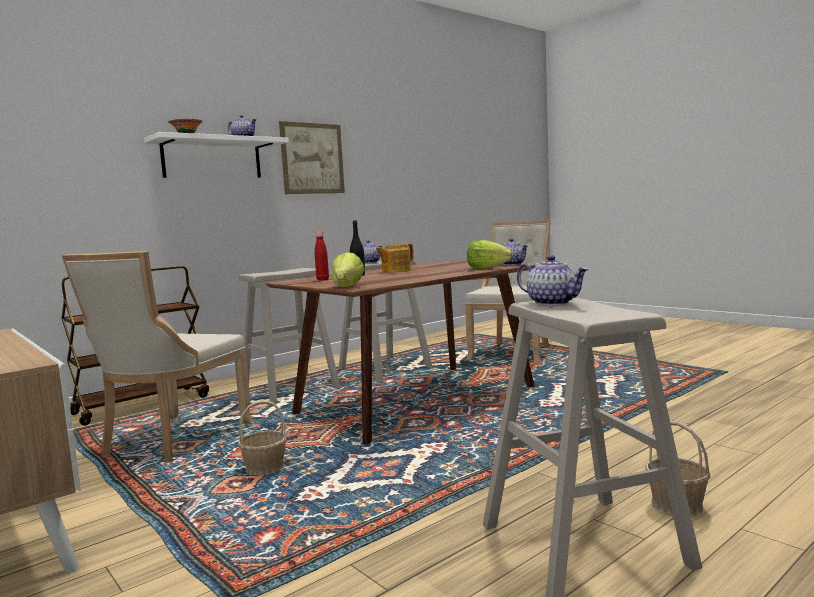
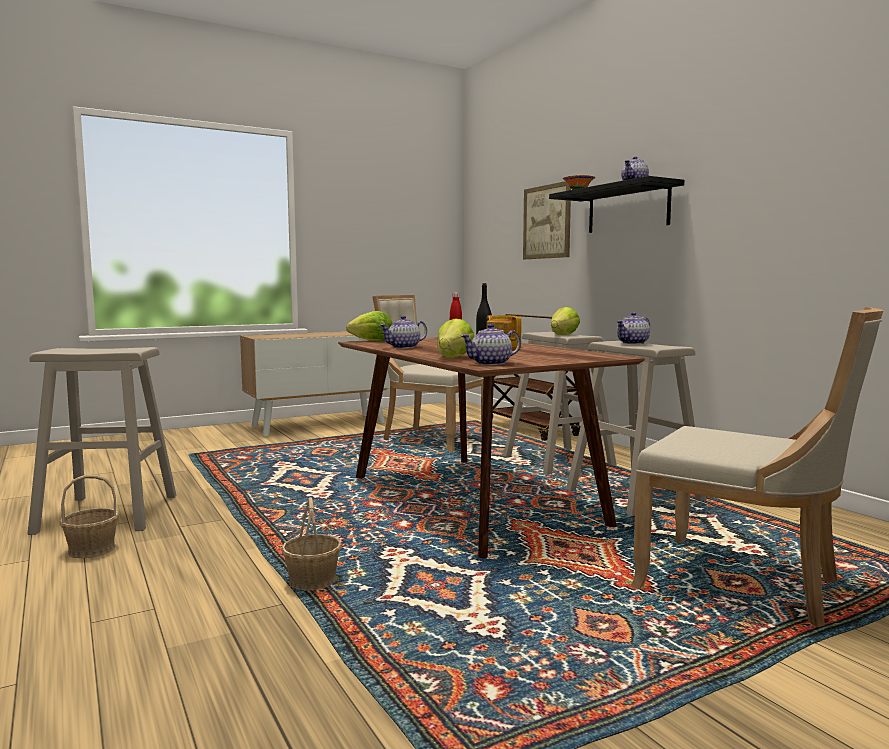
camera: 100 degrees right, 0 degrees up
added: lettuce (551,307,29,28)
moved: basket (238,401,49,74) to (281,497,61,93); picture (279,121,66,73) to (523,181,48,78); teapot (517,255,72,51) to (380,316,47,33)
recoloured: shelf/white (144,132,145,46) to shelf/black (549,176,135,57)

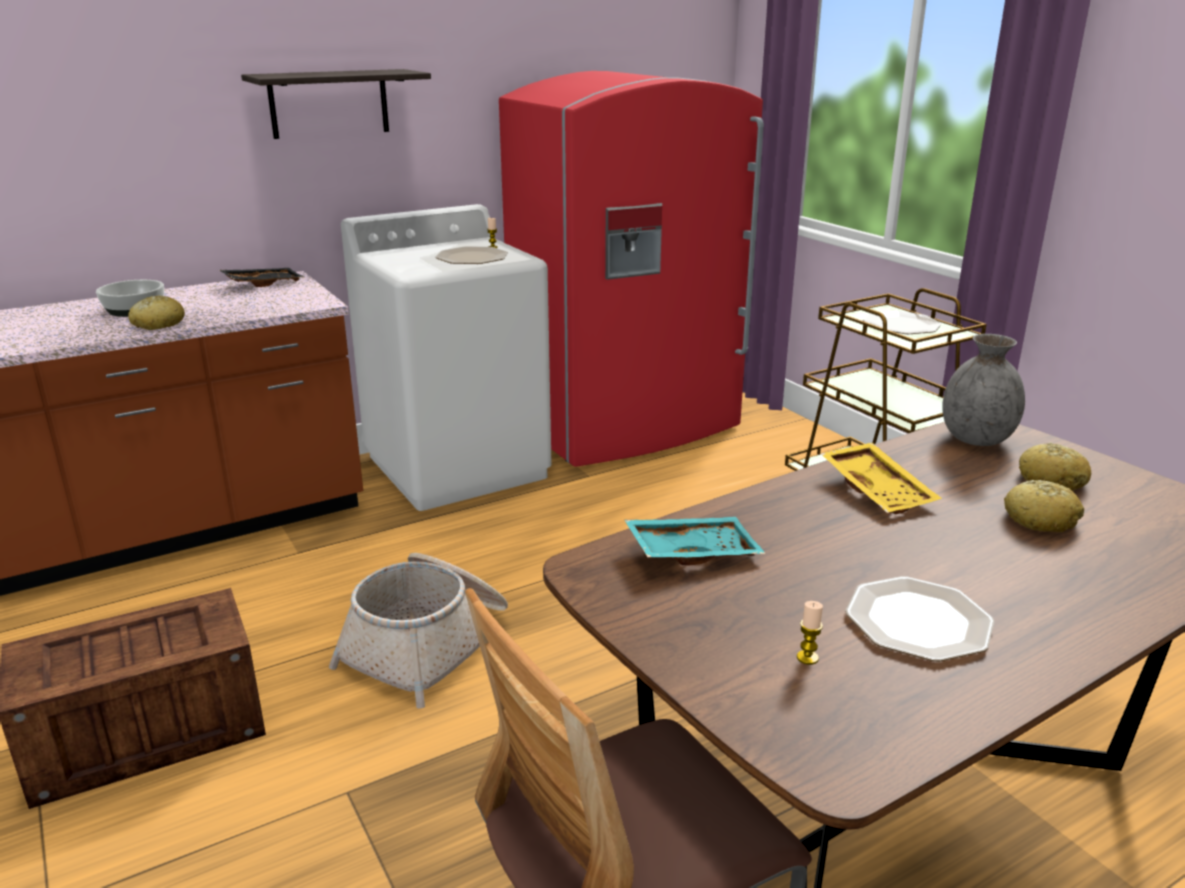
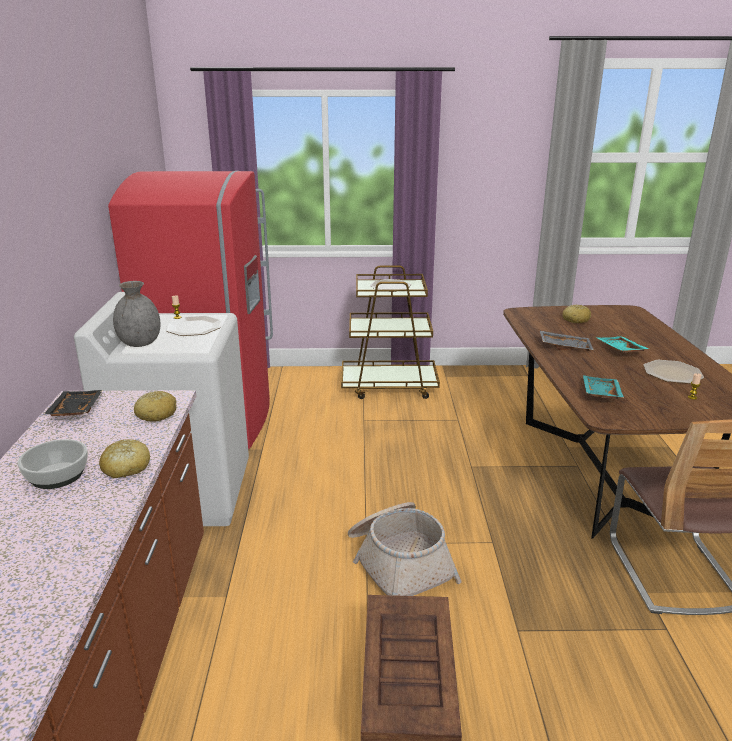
camera: 60 degrees left, 0 degrees up
removed: shelf (241,69,190,70)
added: tray/turquoise (596,336,53,16)
moved: vase/grey (942,334,83,112) to (113,281,47,66); bread (1004,480,80,52) to (134,391,42,31)
recoloured: tray/yellow (821,443,121,71) to tray/grey (540,331,54,20)

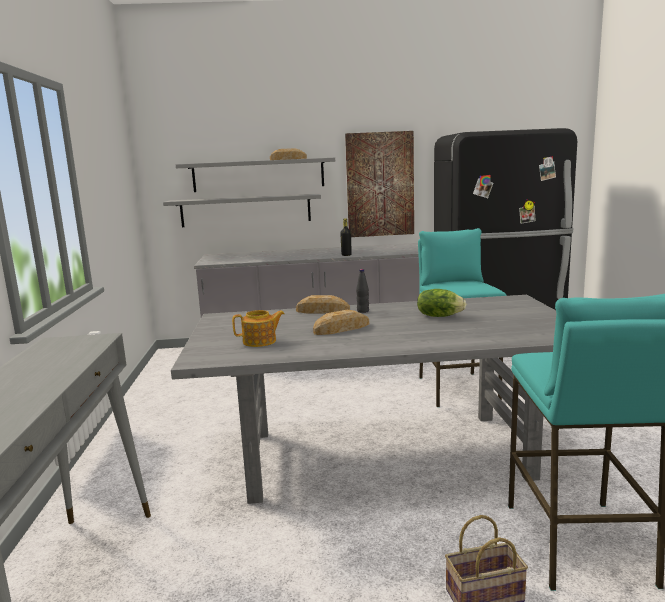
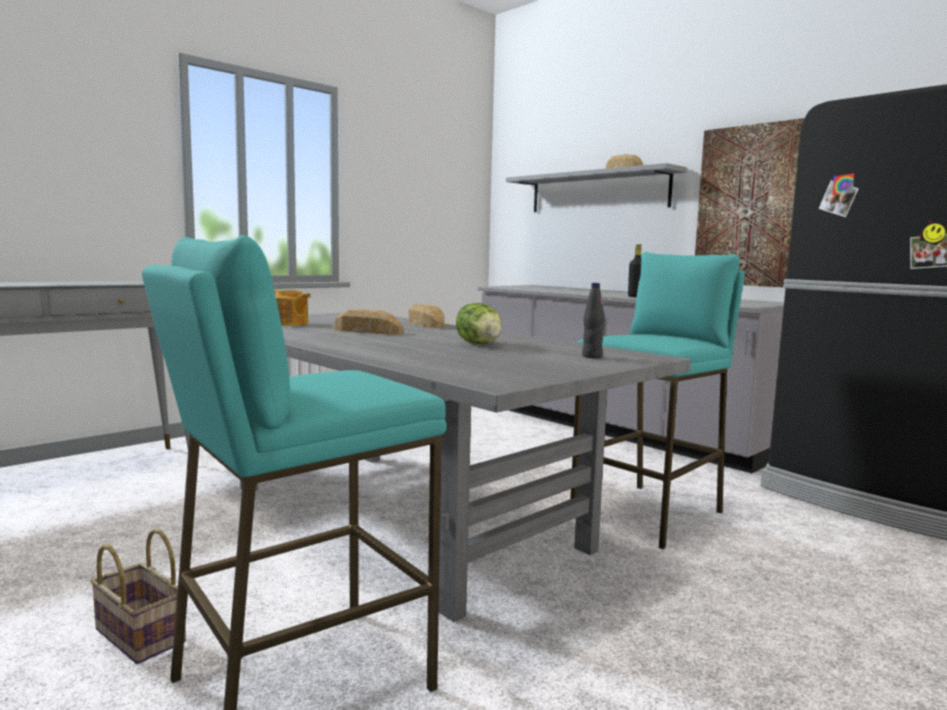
camera: 50 degrees right, 5 degrees down
removed: shelf/grey (163,193,158,34)
moved: bottle/black (356,269,13,44) to (582,283,23,75)

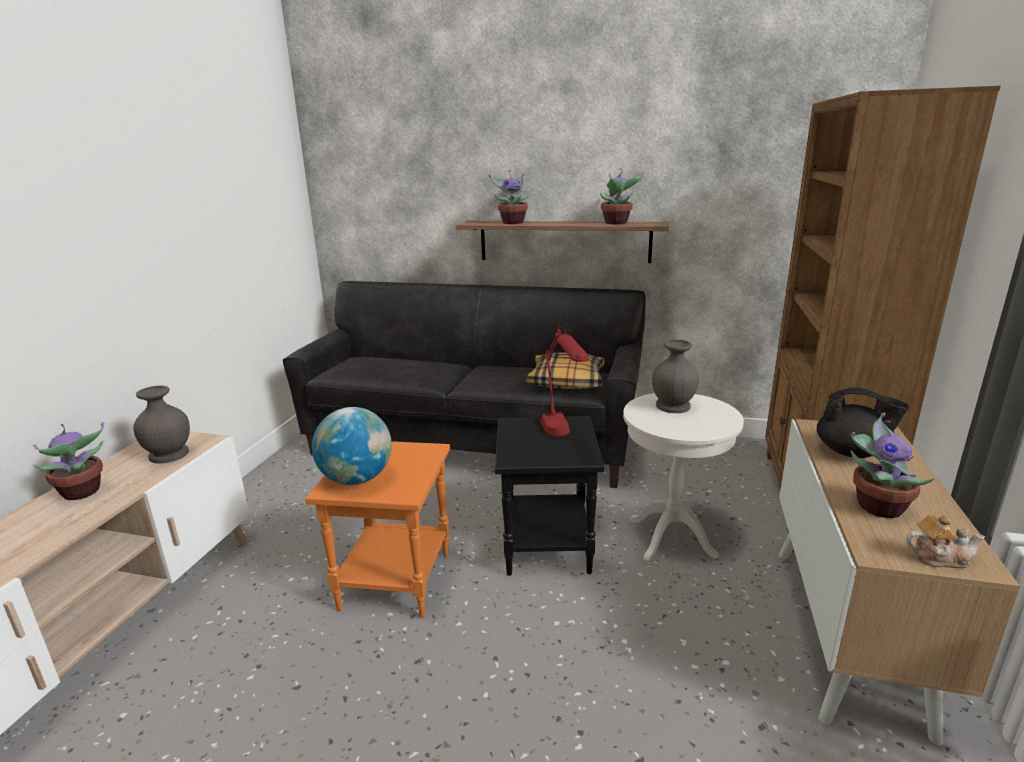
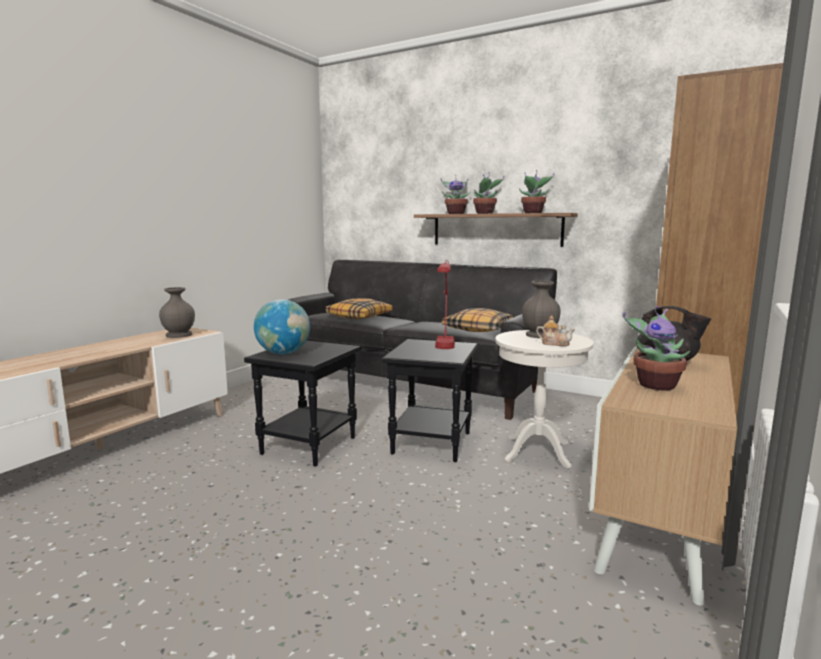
camera: 15 degrees right, 10 degrees down
added: pillow (325,298,68,21)
moved: potted plant (33,422,71,78) to (473,172,31,42); teapot (906,514,79,54) to (536,315,39,31)
recoloured: side table/orange (305,441,145,177) to side table/black (244,341,117,125)

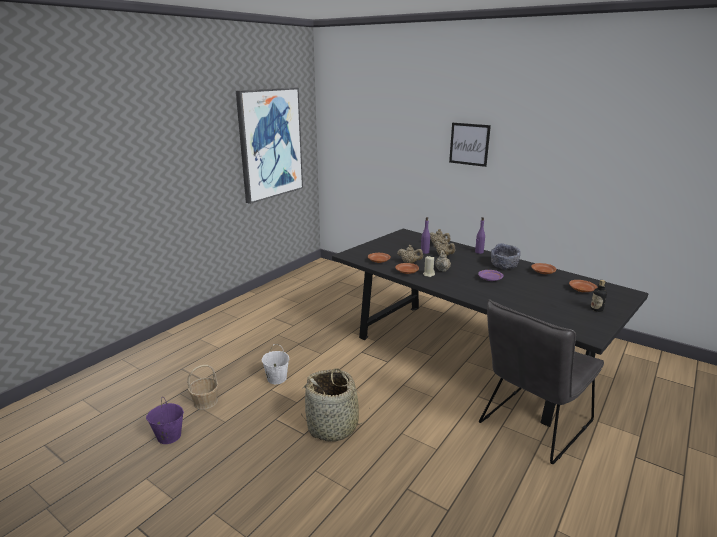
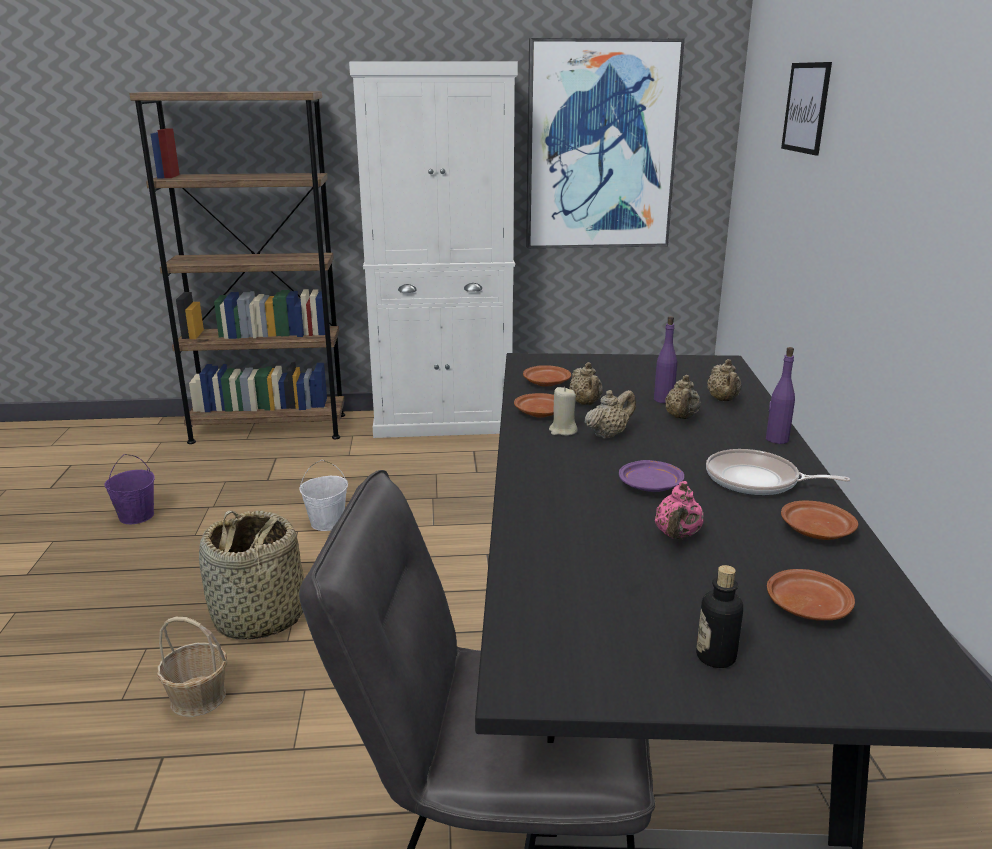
camera: 50 degrees right, 0 degrees up
added: bookcase/brown (129,91,216,353); cabinet/white (349,61,169,377); teapot/pink (655,481,49,59)
moved: basket (187,365,32,45) to (157,617,70,100); picture (449,123,42,44) to (781,62,51,94)
replaced: bowl/grey (491,243,30,27) to frying pan (706,449,145,47)

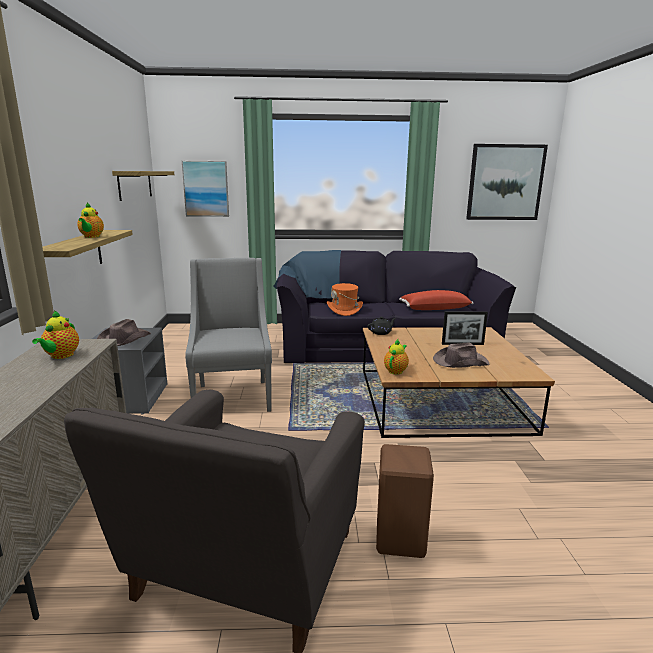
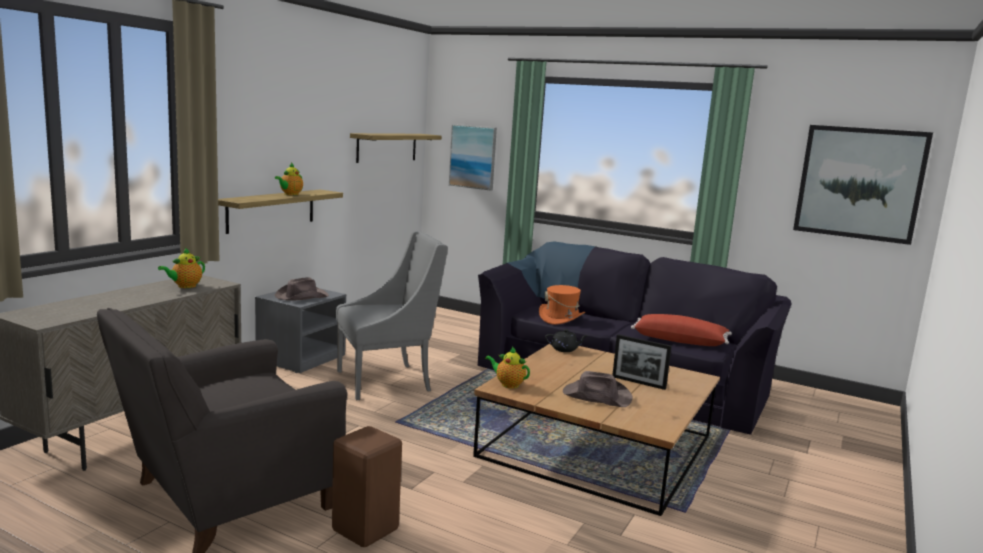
camera: 30 degrees right, 5 degrees down
turned: armchair/grey (185,258,87,154) = (336,231,112,169) 45 degrees clockwise; teapot (384,339,25,36) = (485,346,45,42) 120 degrees counterclockwise

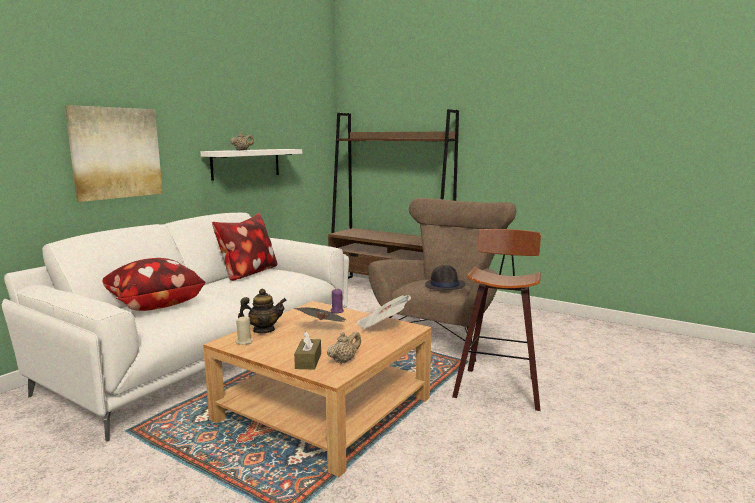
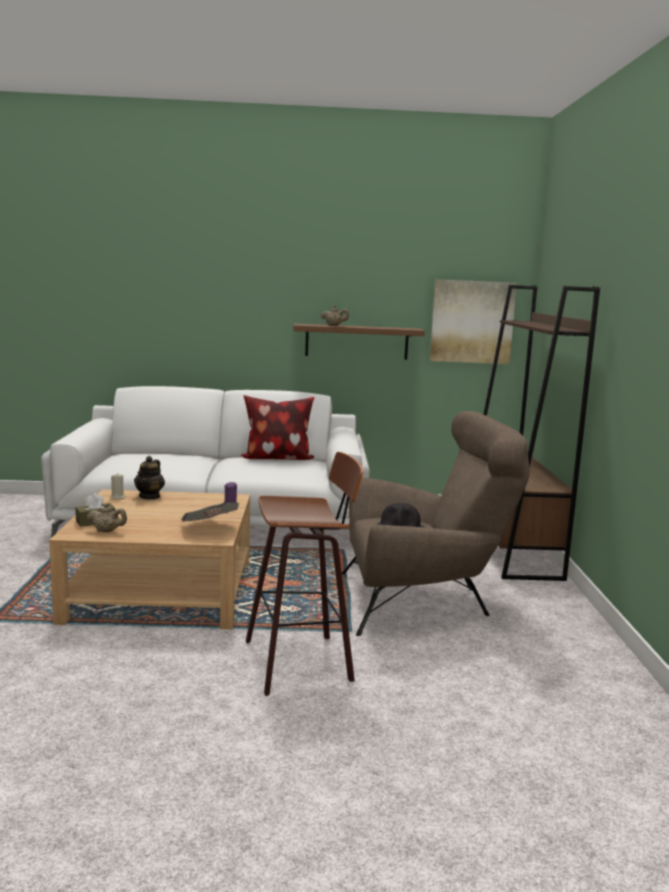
camera: 55 degrees right, 0 degrees up
removed: pillow (103,258,103,53); newspaper (294,307,52,15)
moved: picture (65,105,98,97) to (430,279,87,85)
recoloured: shelf/white (200,149,102,32) to shelf/brown (293,324,132,36)
turned: teapot (238,289,49,44) = (134,456,31,44) 60 degrees clockwise

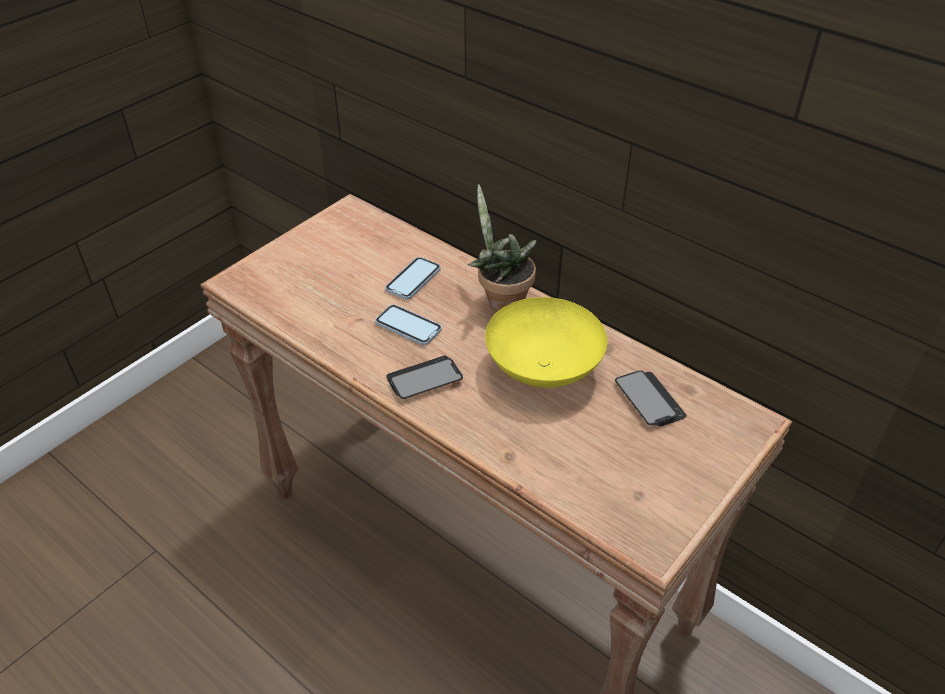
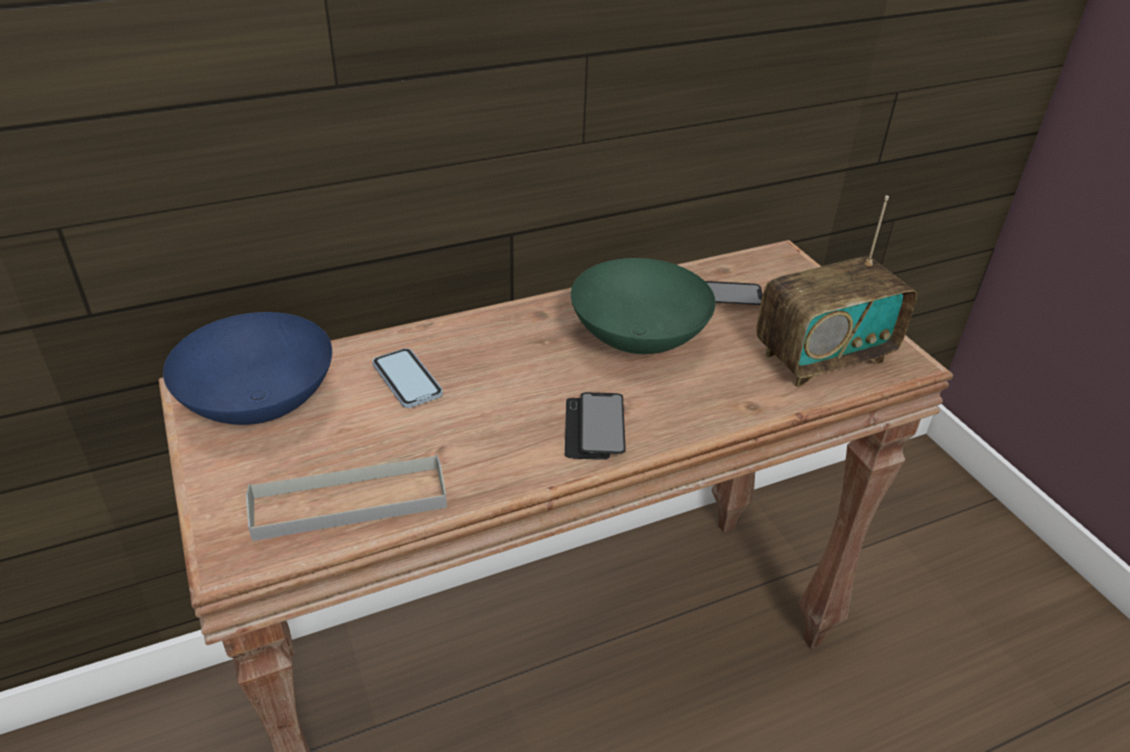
camera: 65 degrees left, 5 degrees down
removed: phone (375,304,67,41); potted plant (468,184,69,129)
added: bowl/blue (163,312,169,113); tray/grey (246,454,201,87); radio (756,195,161,192)
recoloured: bowl/yellow (485,297,122,91) to bowl/green (571,258,145,96)

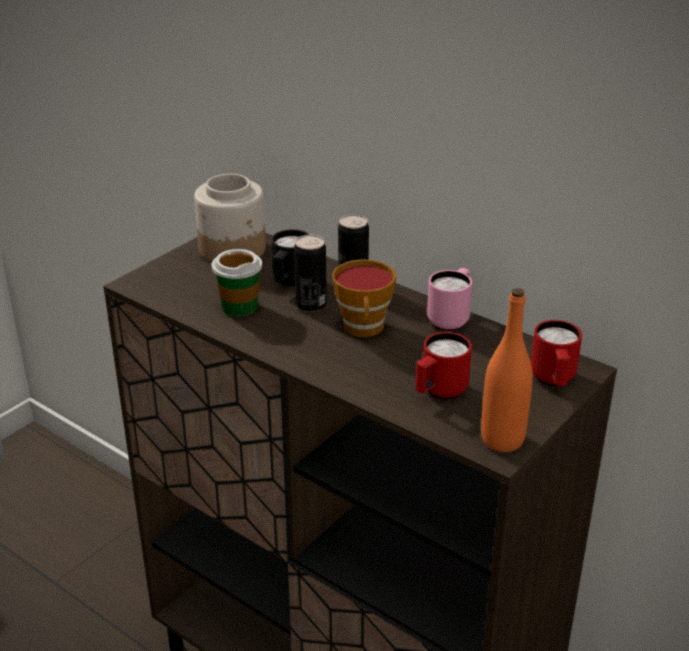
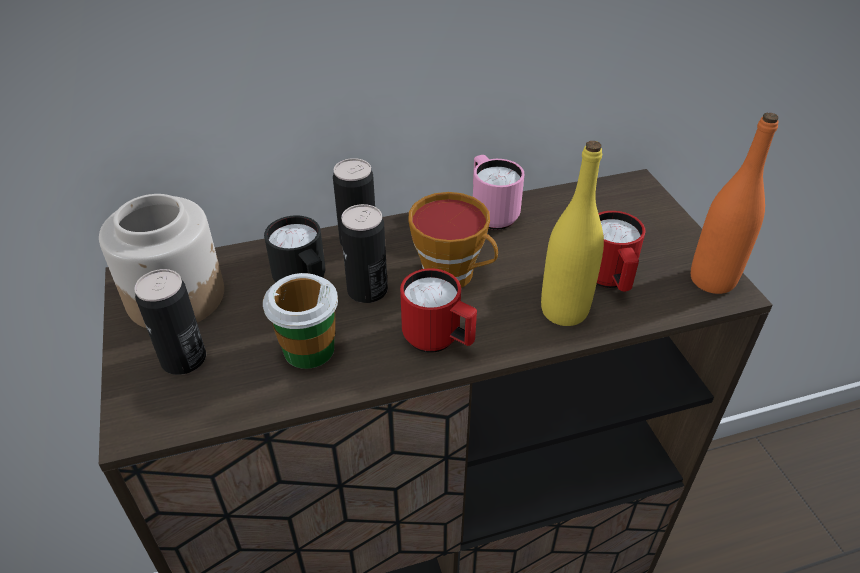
camera: 55 degrees left, 10 degrees up
added: can (134,269,72,106); bottle/yellow (541,141,63,185)
moved: mug/red (531,320,51,66) to (400,268,77,85)

